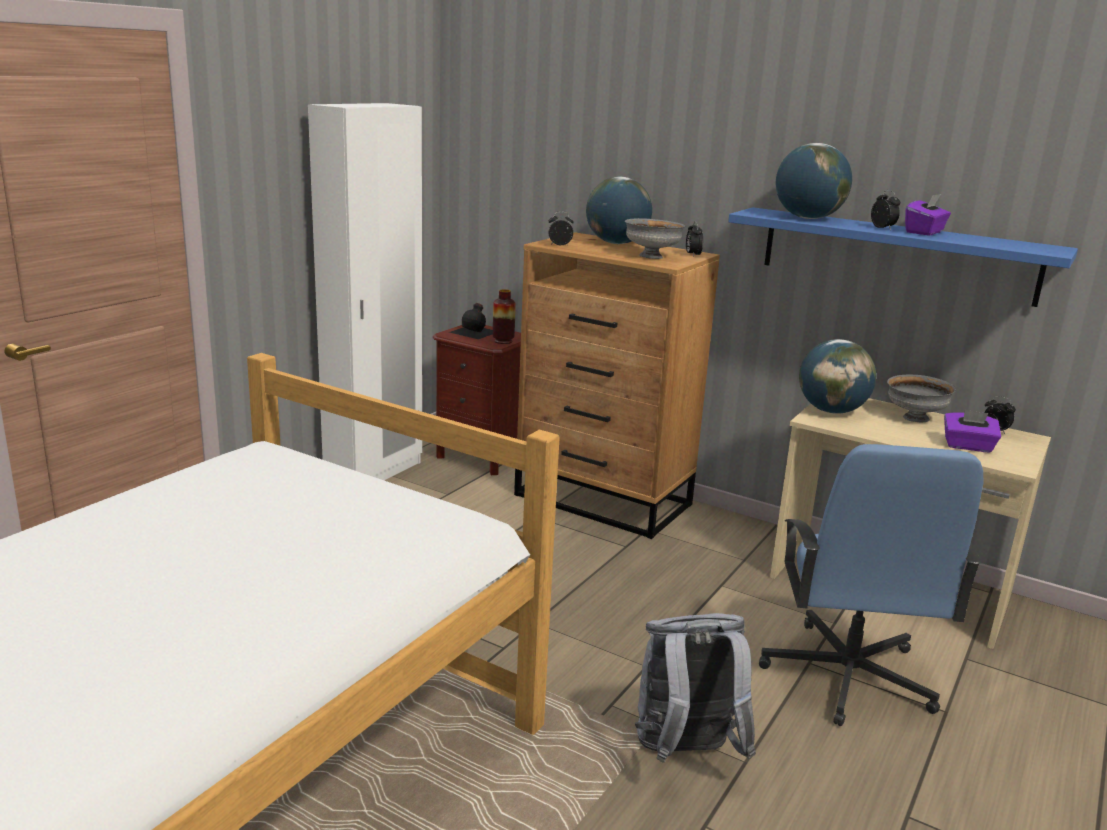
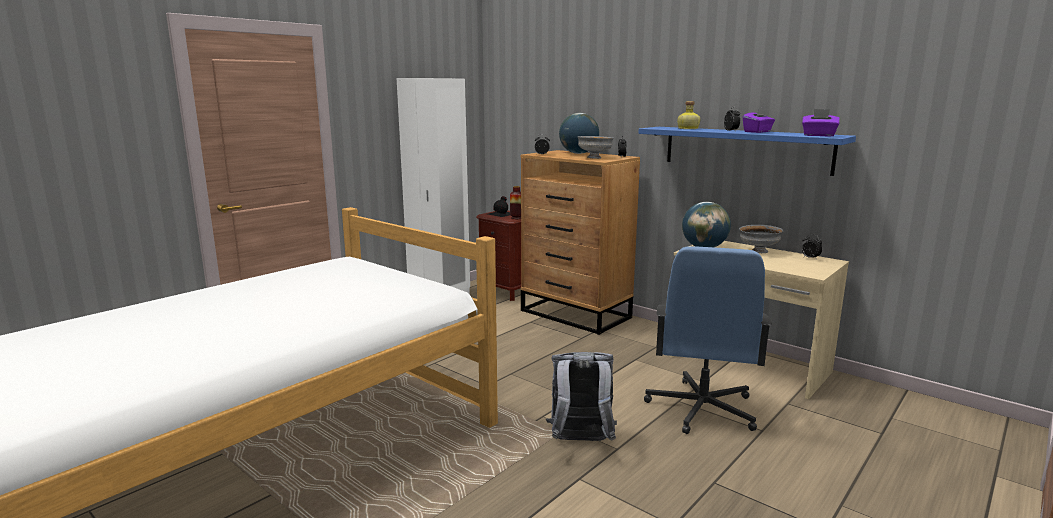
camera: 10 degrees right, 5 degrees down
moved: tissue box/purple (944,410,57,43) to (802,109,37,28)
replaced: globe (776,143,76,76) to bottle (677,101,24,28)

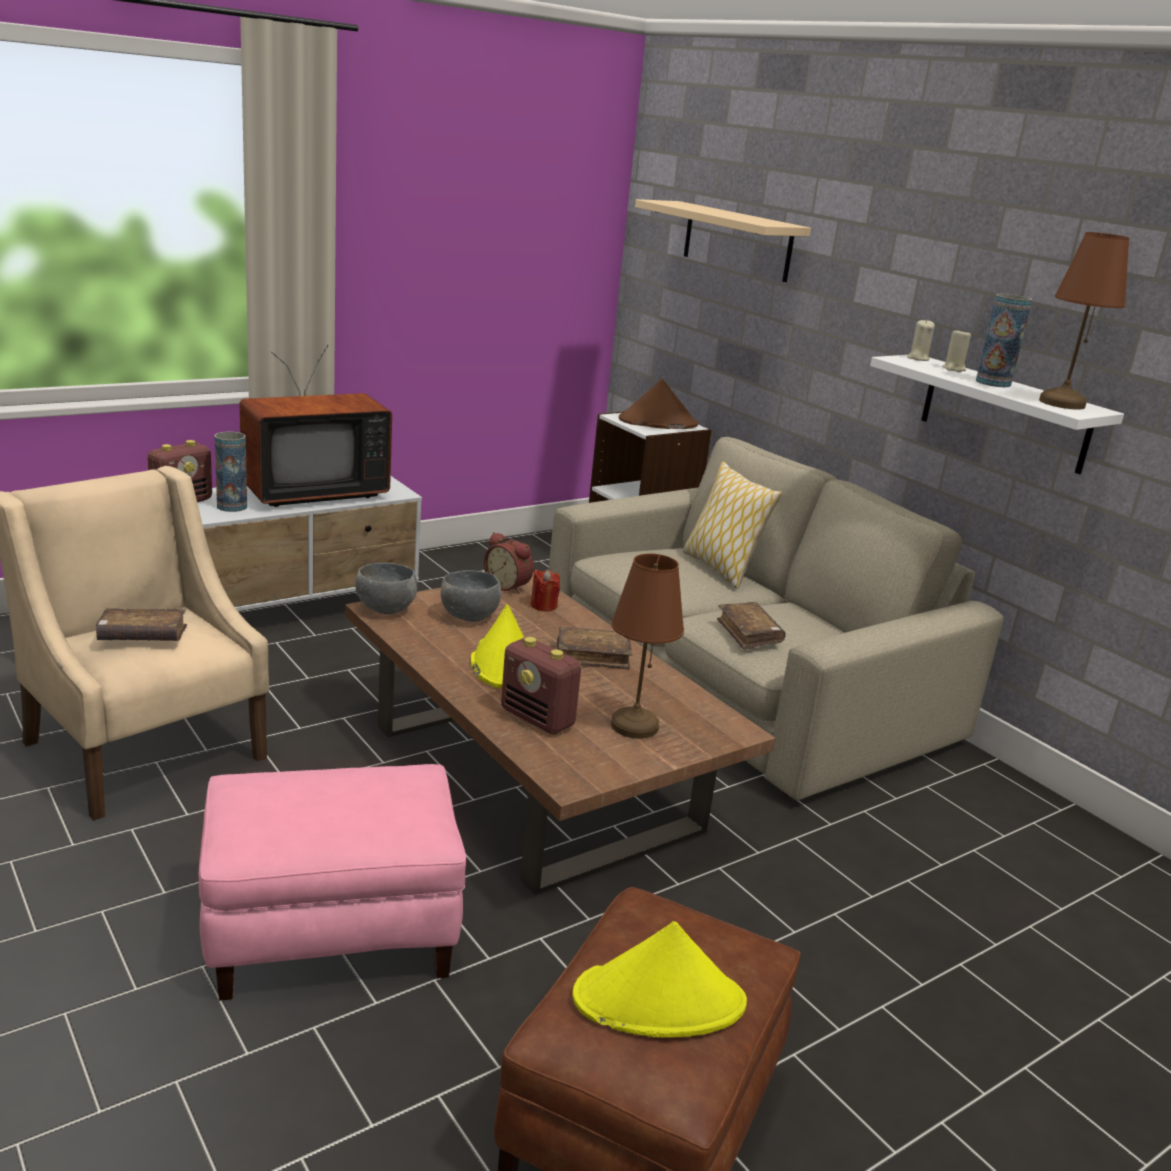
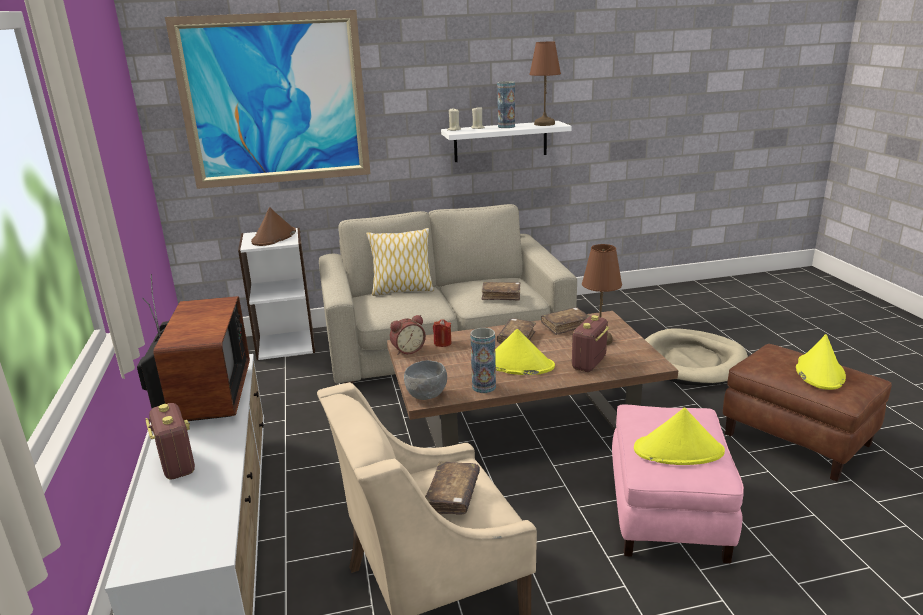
camera: 65 degrees left, 0 degrees up
removed: bowl/grey (441,570,60,52)
added: book/brown (541,307,48,28); hat/yellow (634,408,91,57); dog bed/beige (645,328,103,58)
moved: vase (215,432,32,80) to (470,328,26,65)
replaced: shelf/beige (635,199,176,83) to picture (165,10,206,179)
turned: radio (501,637,81,97) = (572,315,37,57) 150 degrees clockwise

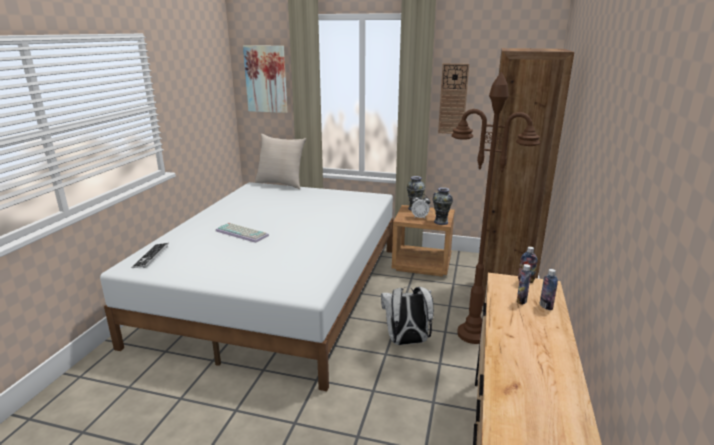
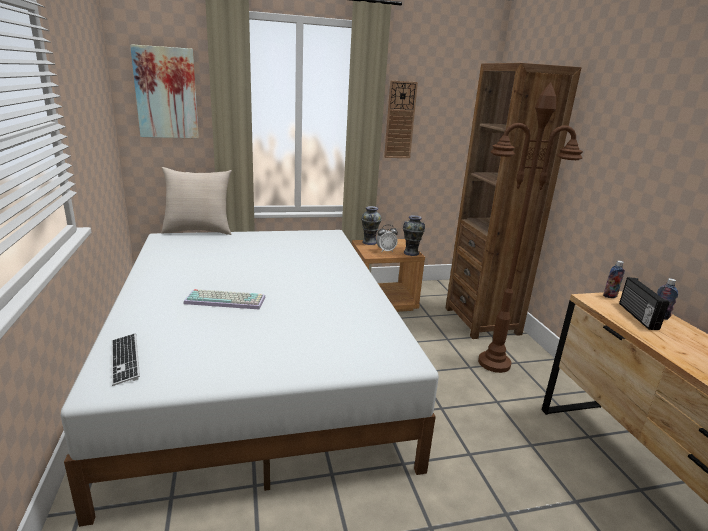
camera: 30 degrees left, 0 degrees up
removed: backpack/white (381,287,53,58)
replaced: bottle (517,264,14,41) to radio (619,277,50,53)

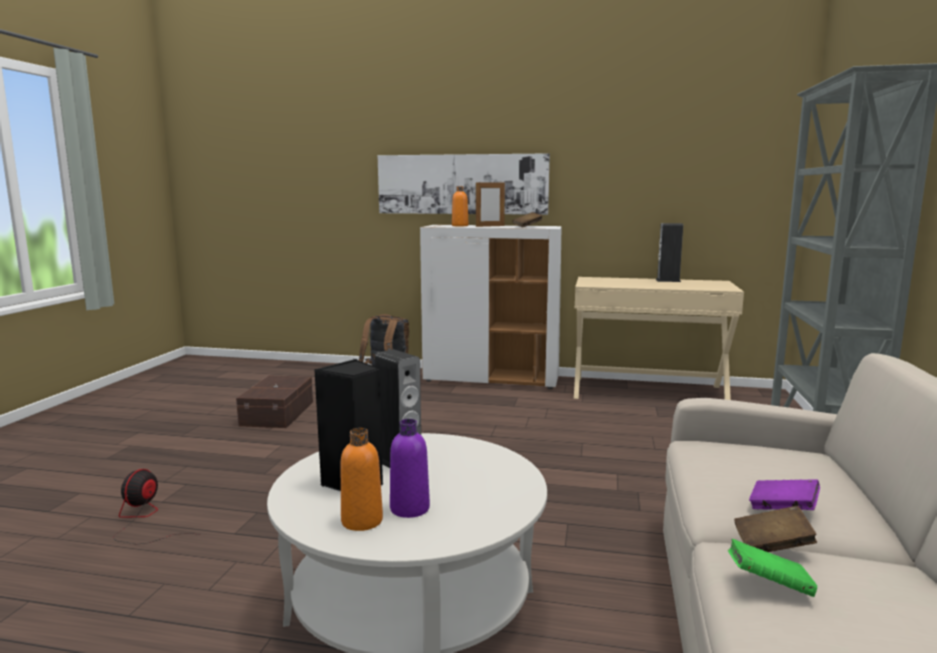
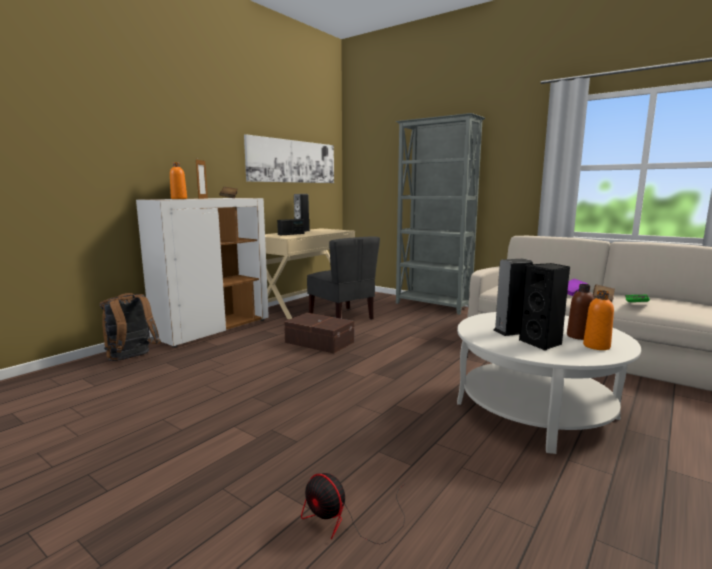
camera: 65 degrees left, 0 degrees up
added: radio (277,219,28,16); chair/grey (307,237,73,83)
moved: storage box/brown (236,375,77,53) to (284,313,70,40); picture (378,153,172,62) to (244,134,90,49)
recoloured: bottle/purple (390,419,40,99) to bottle/brown (567,284,27,56)

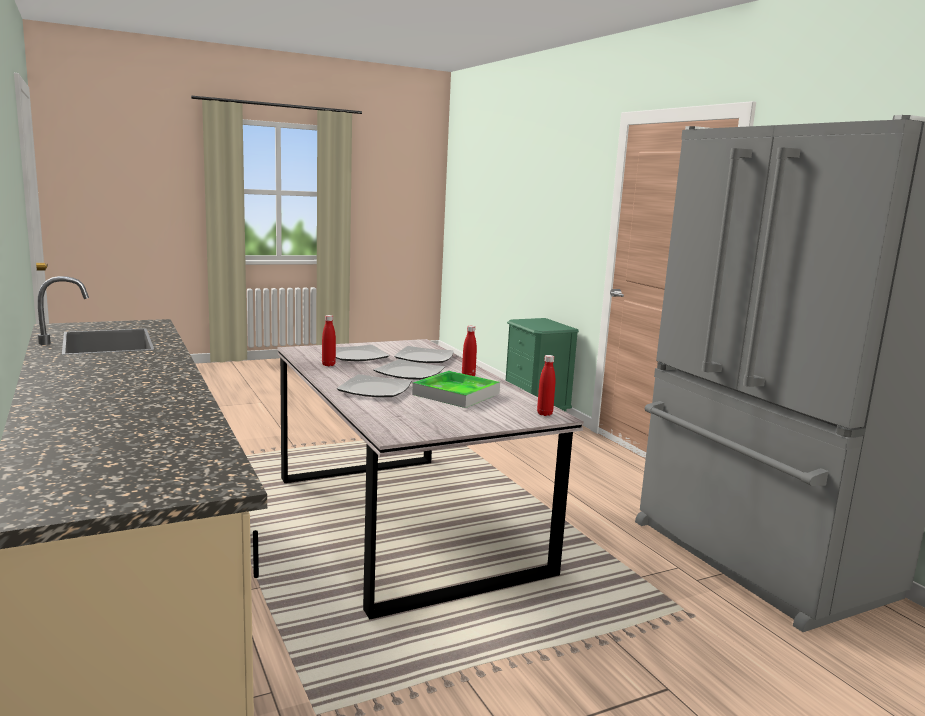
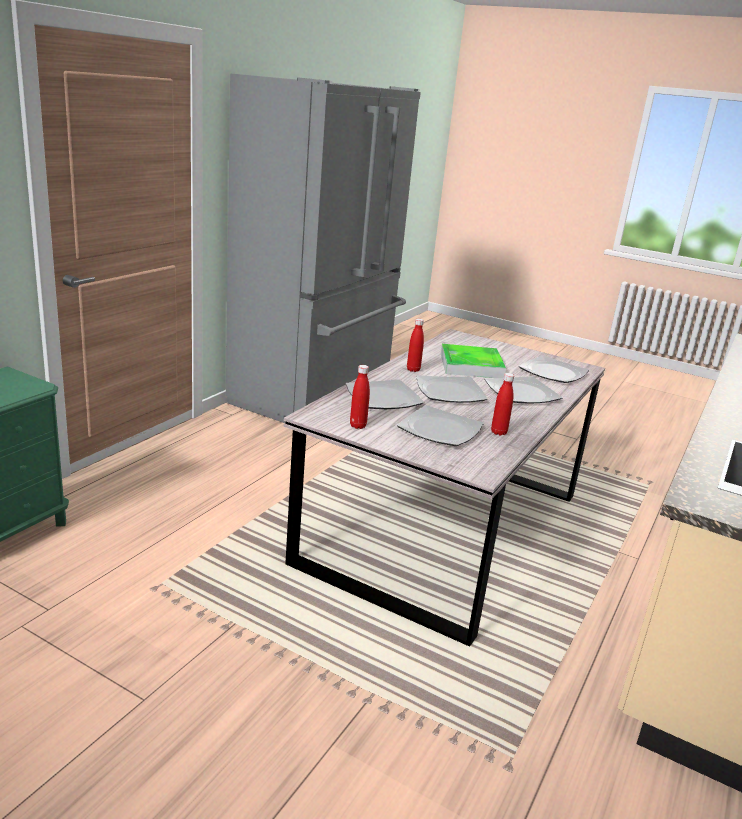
camera: 125 degrees left, 10 degrees up
added: plate (518,355,71,28)
moved: bottle/red (537,355,18,61) to (350,365,20,64)

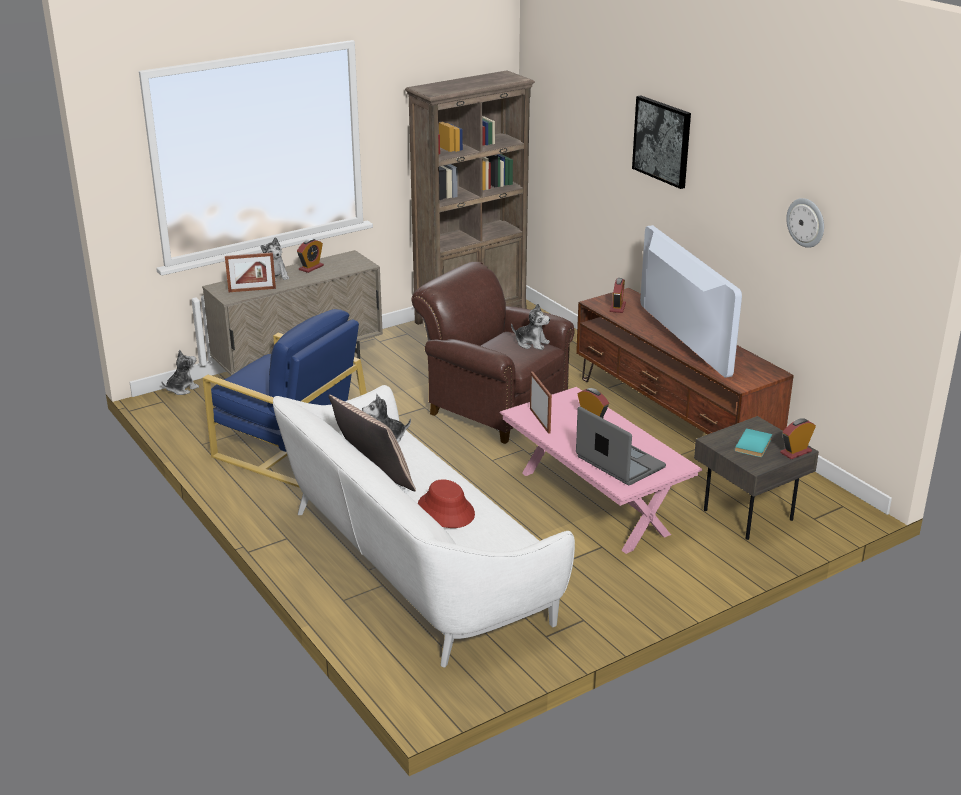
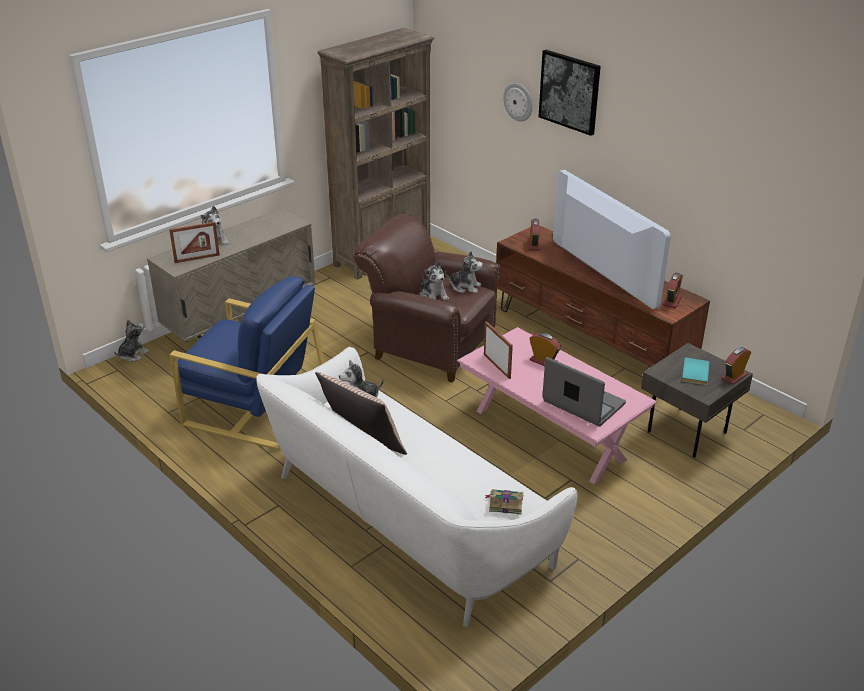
camera: 10 degrees left, 5 degrees up
removed: hat/red (418,479,57,49)
added: plush toy (420,261,29,40); book (485,489,38,26)
moved: alarm clock (297,238,27,35) to (663,273,20,35); wall clock (786,198,38,50) to (503,83,29,39)

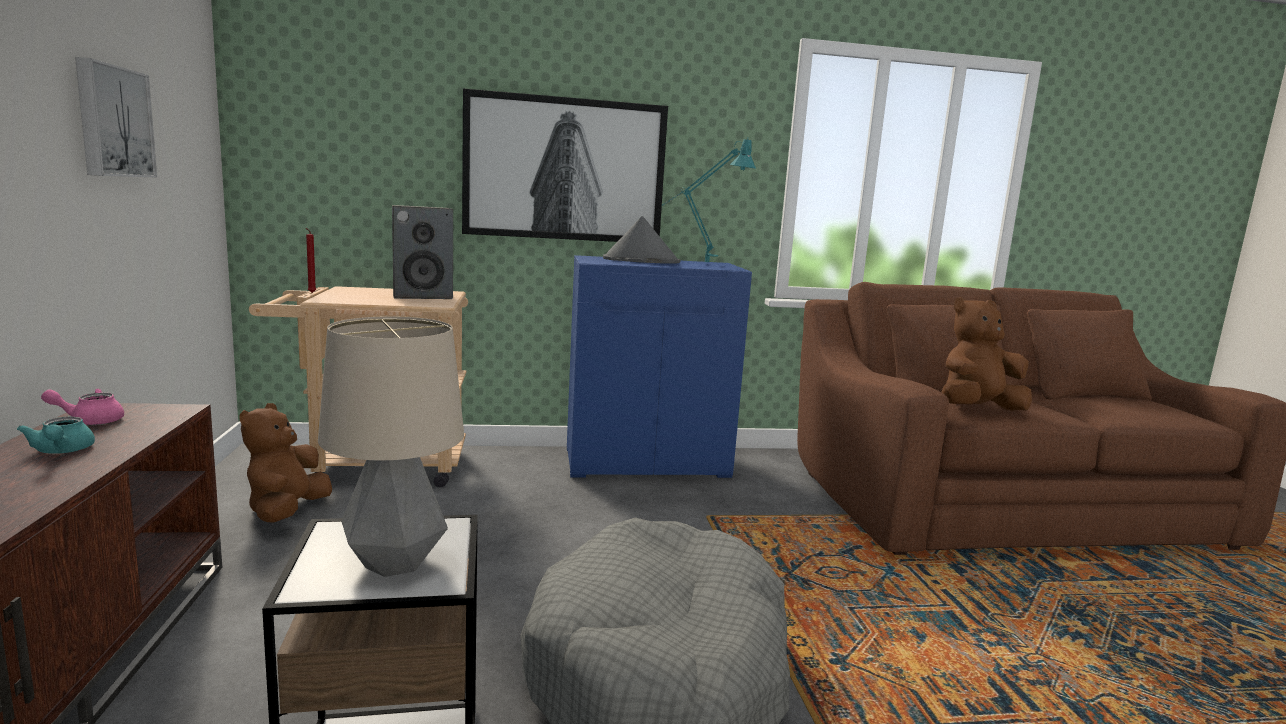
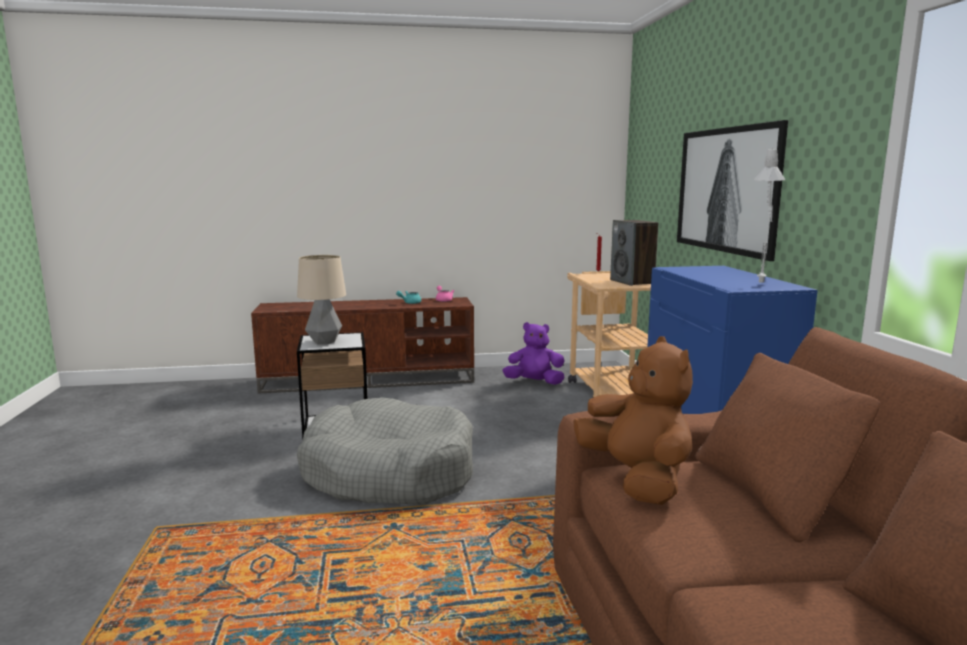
camera: 90 degrees right, 0 degrees up
removed: picture (75,57,82,121); hat/grey (603,216,78,48)
recoloured: plush toy/brown (240,403,92,119) to plush toy/purple (502,322,63,63); table lamp/turquoise (662,139,94,123) to table lamp/grey (754,147,31,136)

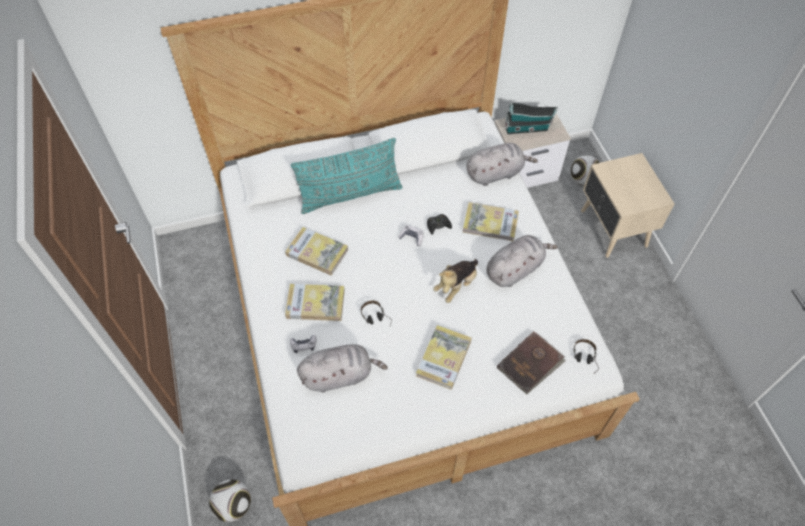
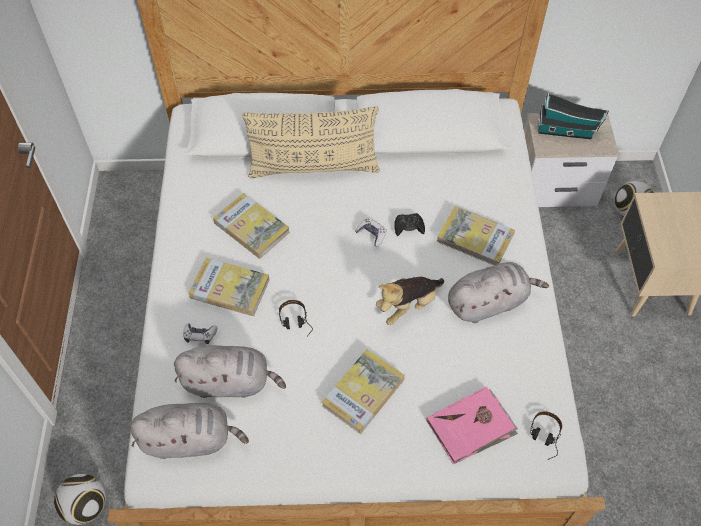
camera: 15 degrees right, 0 degrees up
moved: plush toy/grey (466,143,72,43) to (130,403,119,56)
recoloured: pillow/turquoise (291,138,112,76) to pillow/beige (242,106,138,72); book/brown (497,331,69,64) to book/pink (426,386,92,78)

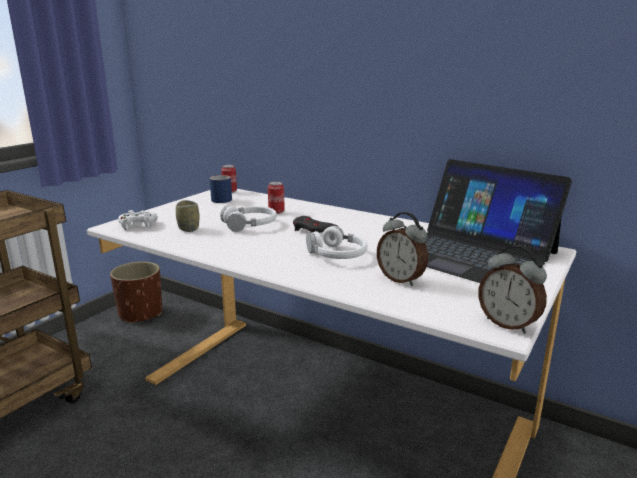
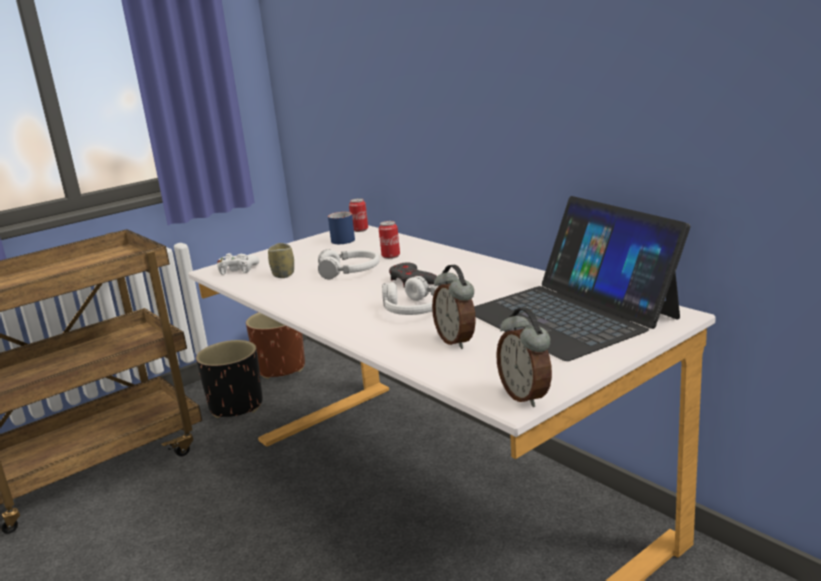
camera: 20 degrees right, 0 degrees up
added: planter/black (196,340,67,78)

